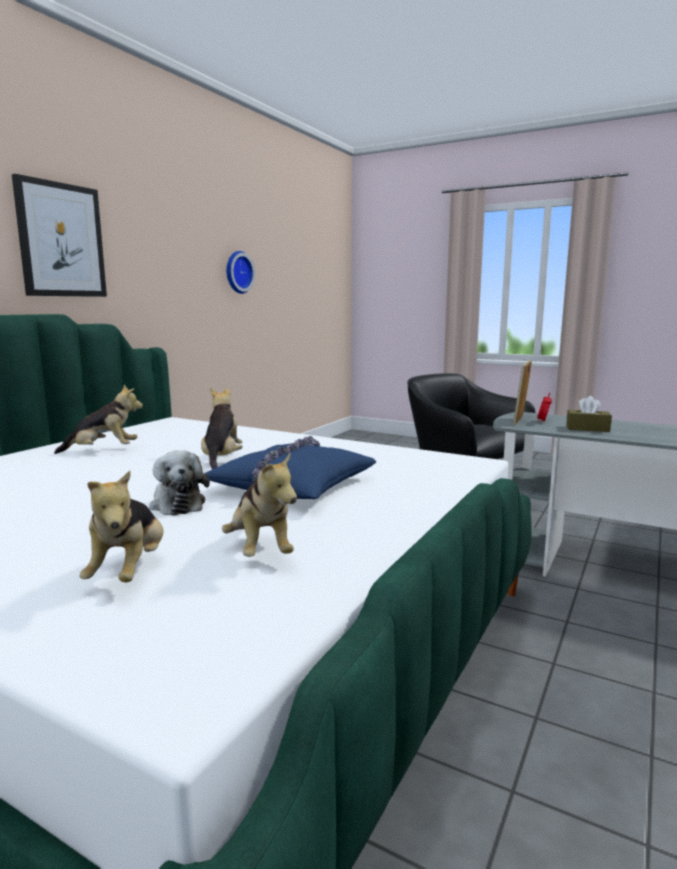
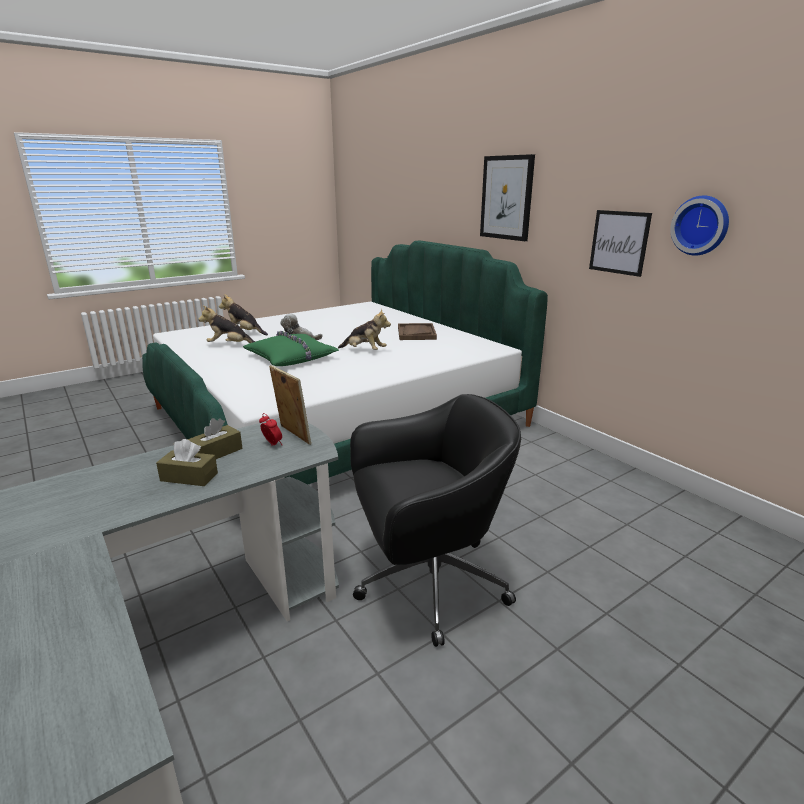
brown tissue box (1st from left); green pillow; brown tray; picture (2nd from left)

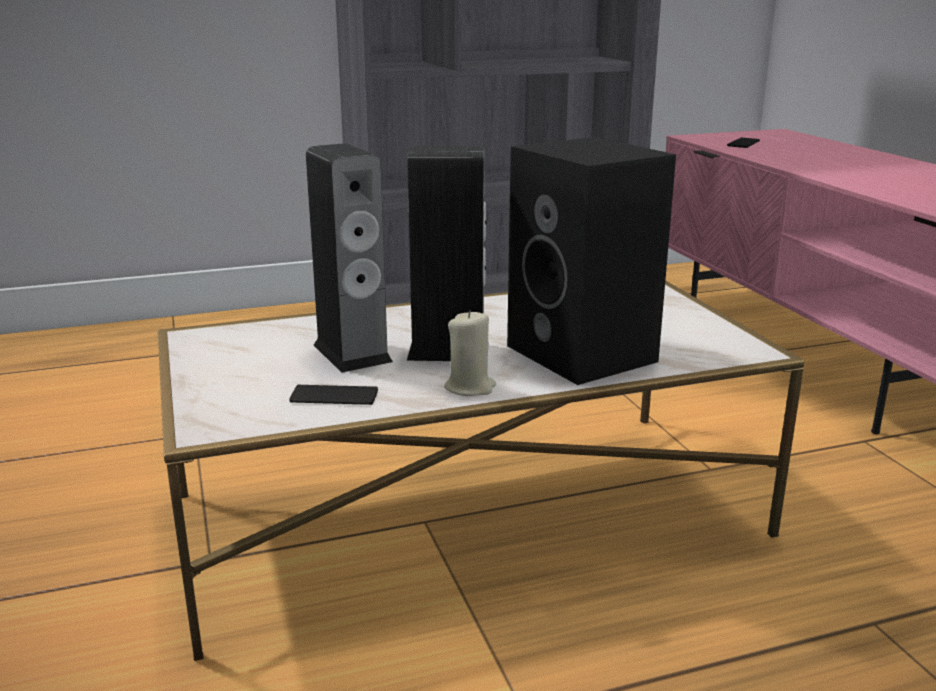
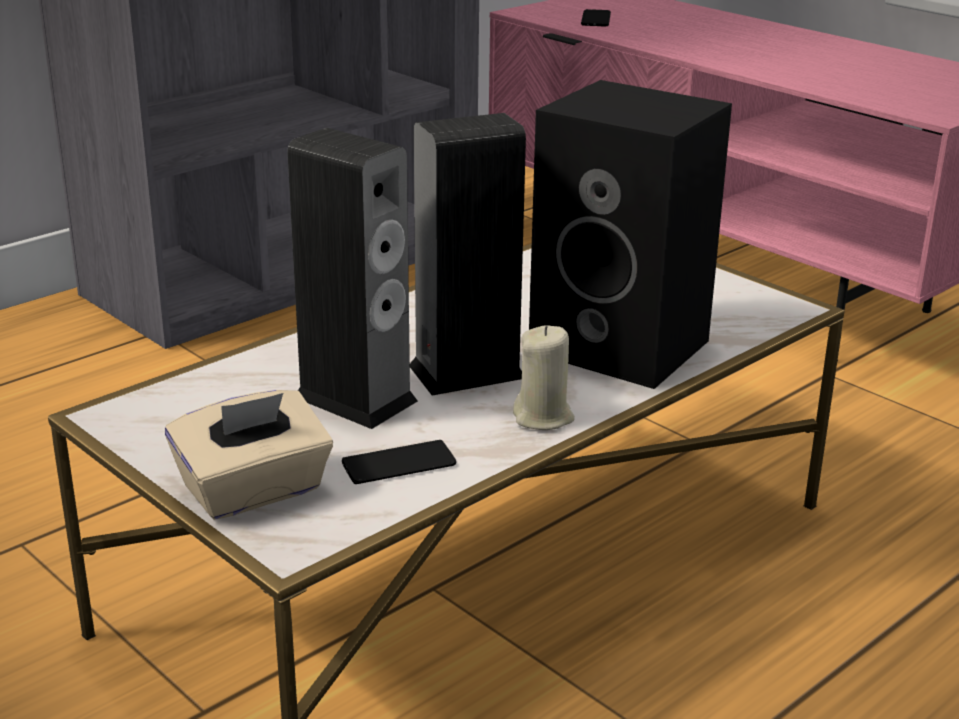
beige tissue box

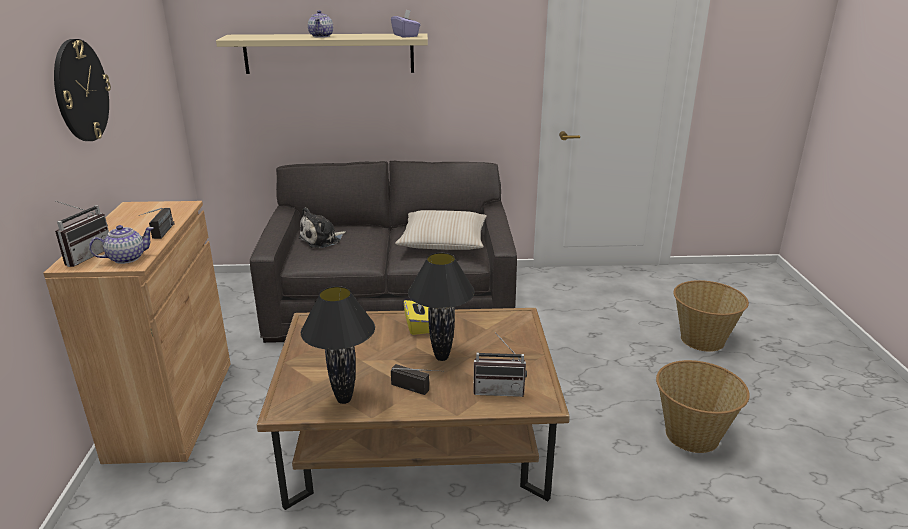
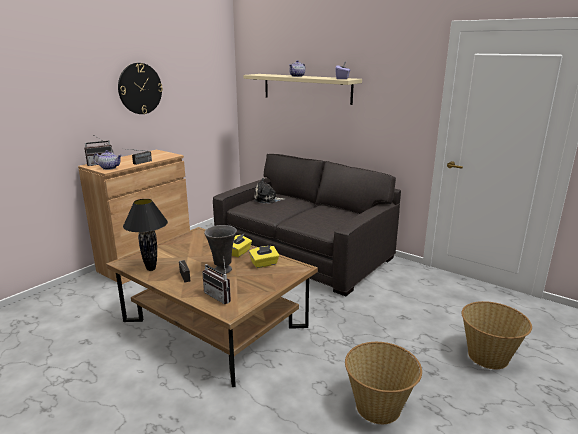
grey vase; yellow tissue box (2nd from left); beige pillow

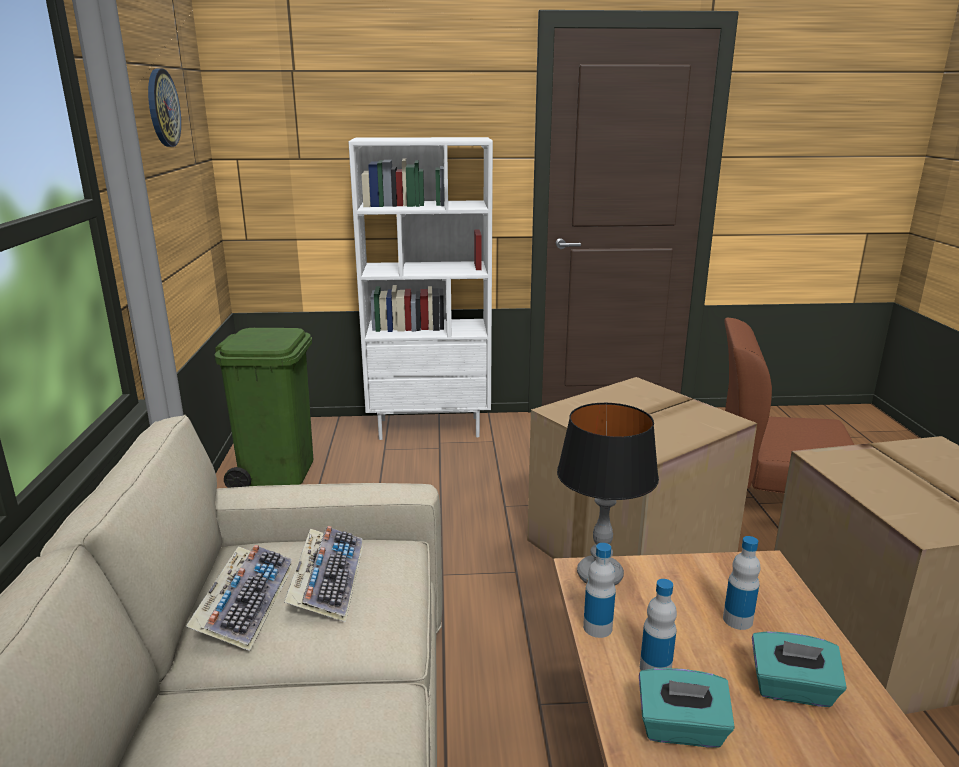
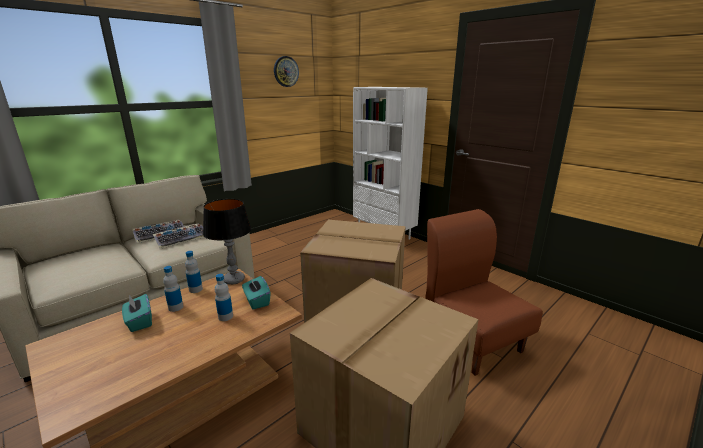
turquoise tissue box (2nd from left); green trash can

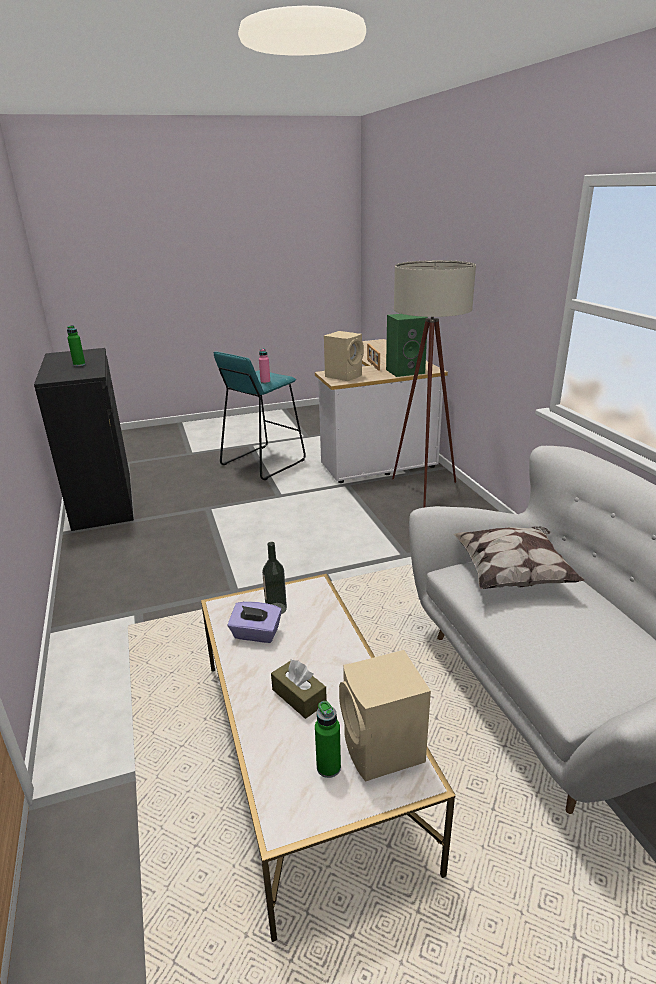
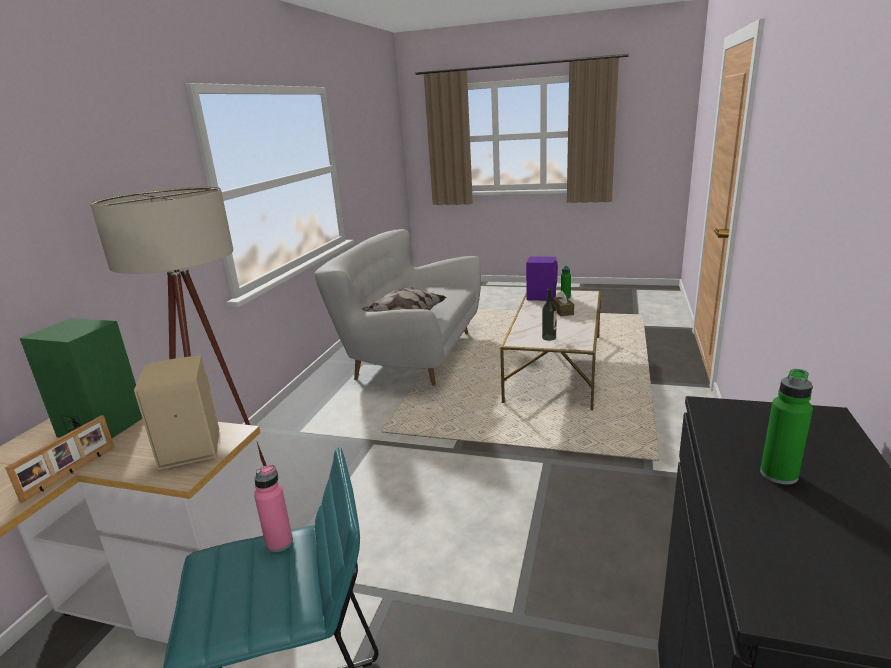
purple speaker; purple tissue box

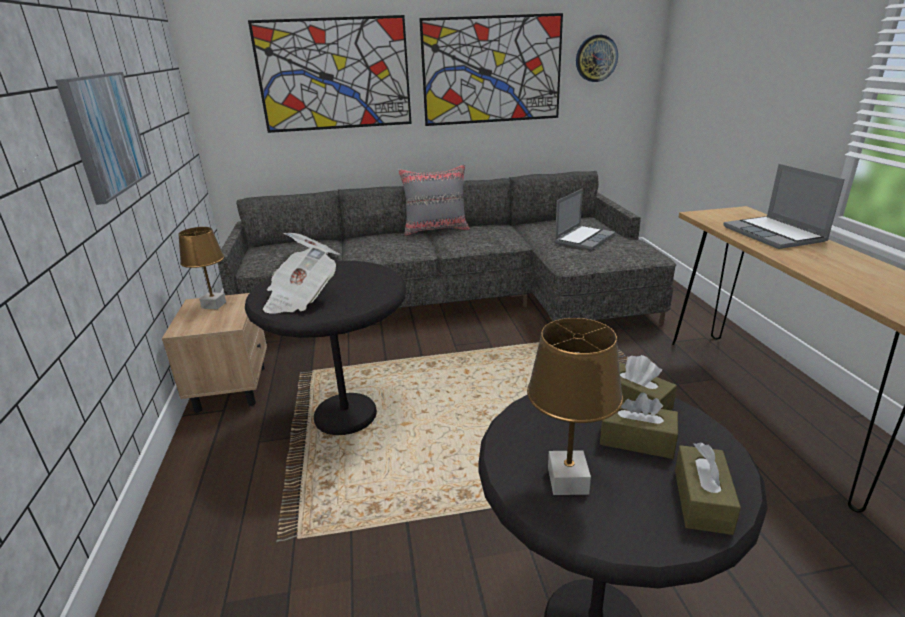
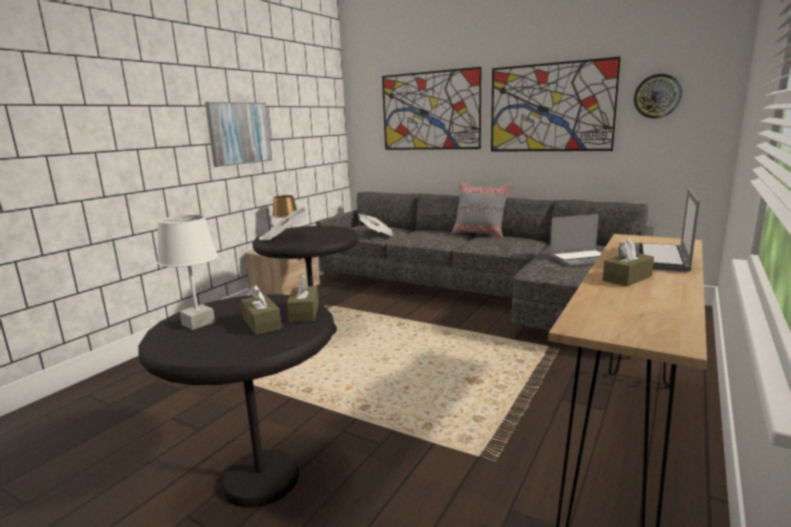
white table lamp; brown tissue box (3rd from left)

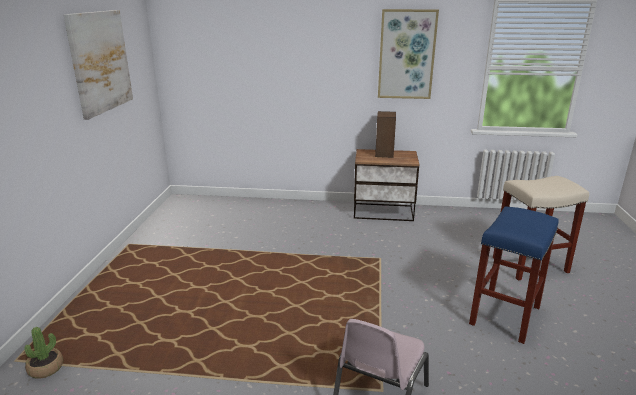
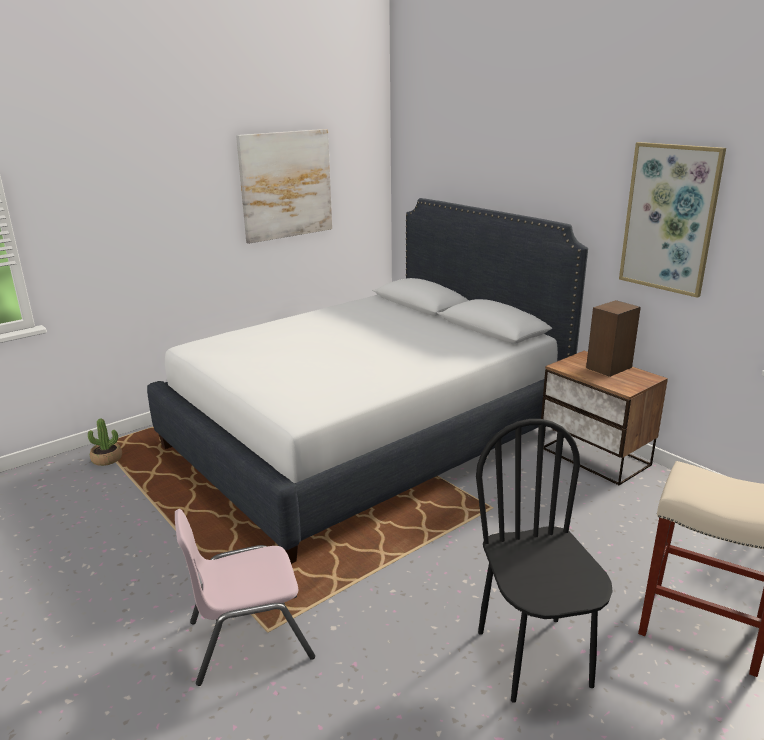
white bed; black chair

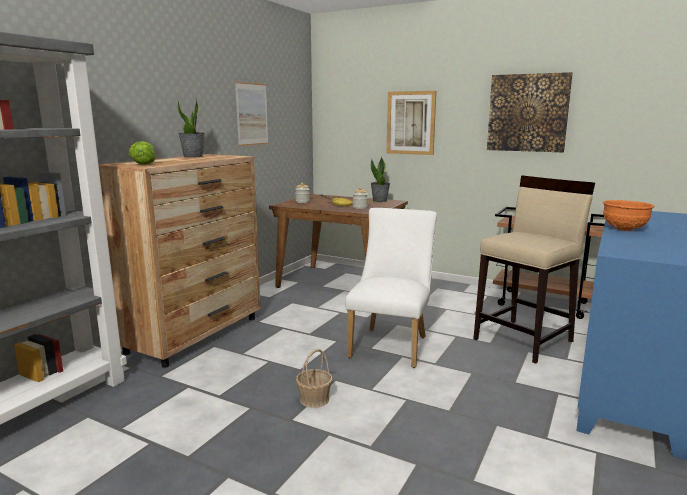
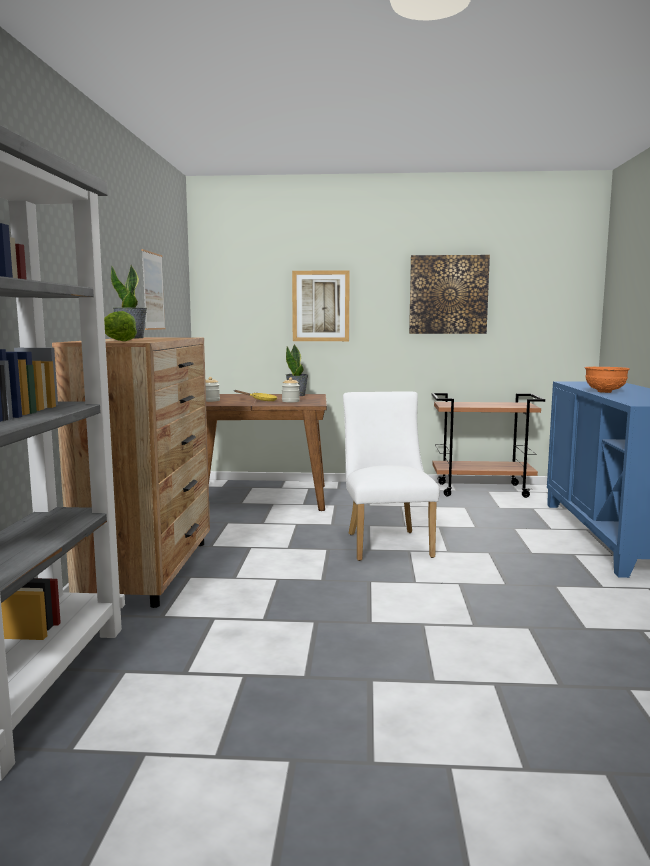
basket; beige stool

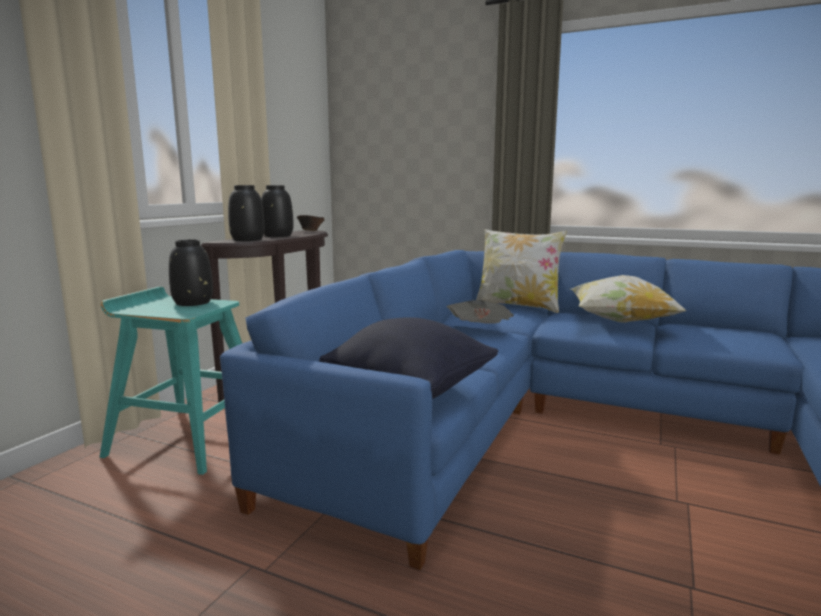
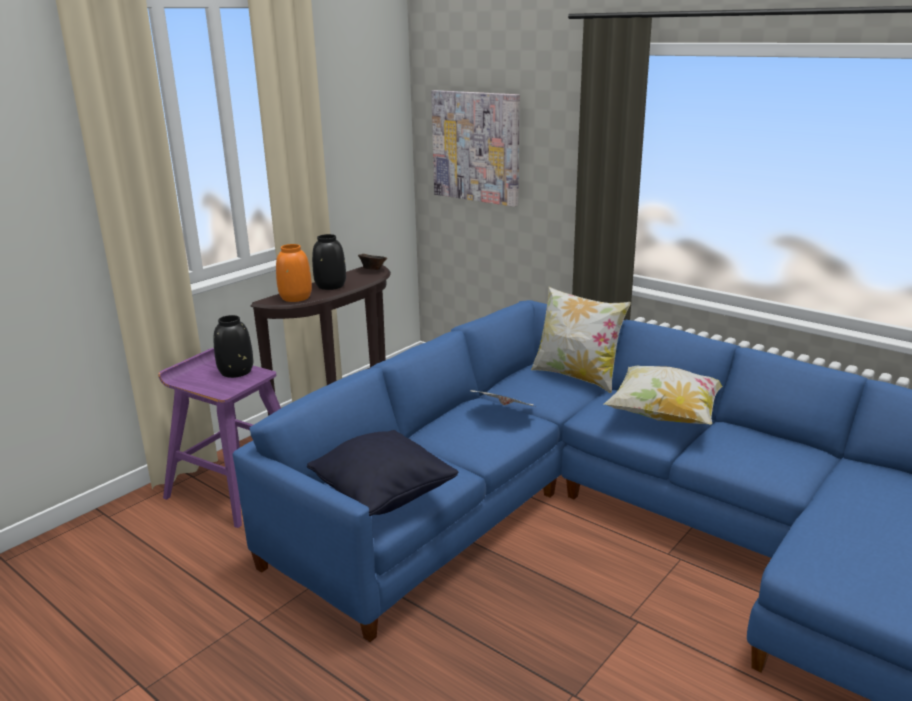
purple stool; orange vase; picture

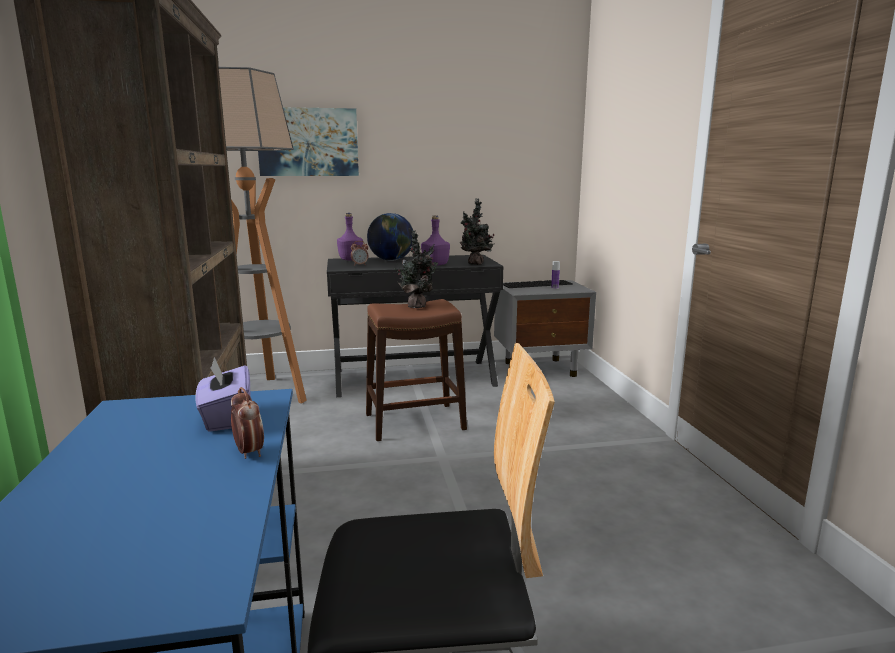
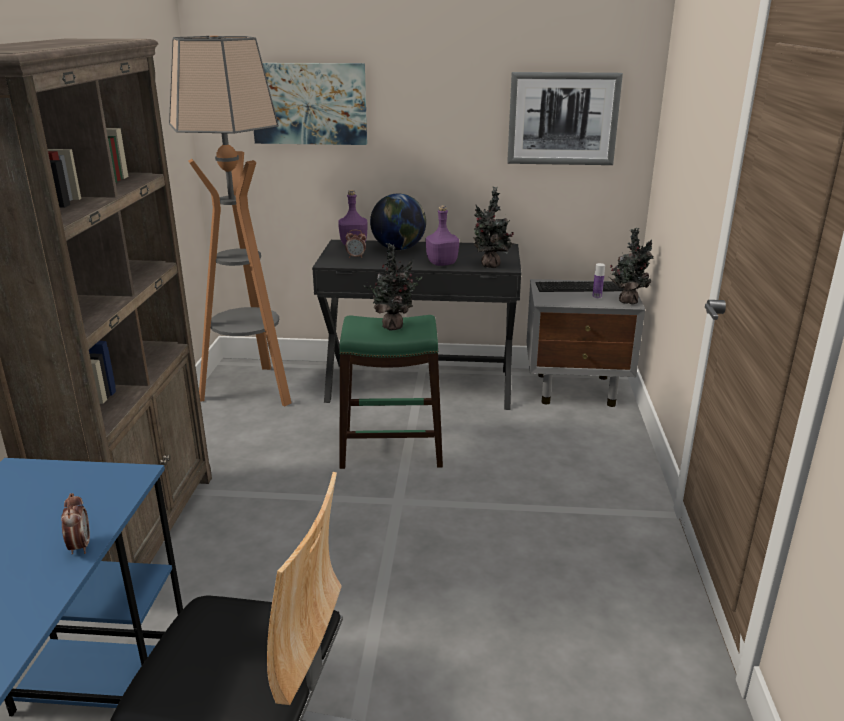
green stool; picture (2nd from left); potted plant (3rd from left); purple tissue box

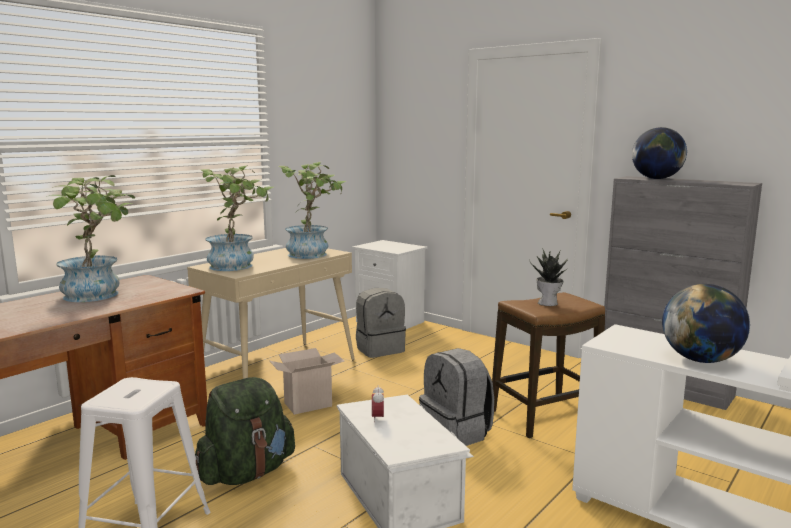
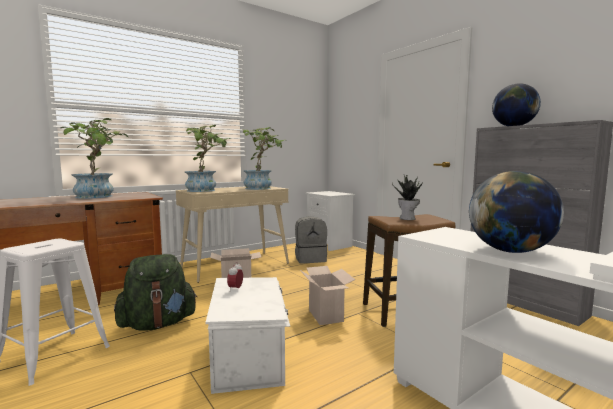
cardboard box (2nd from left)

